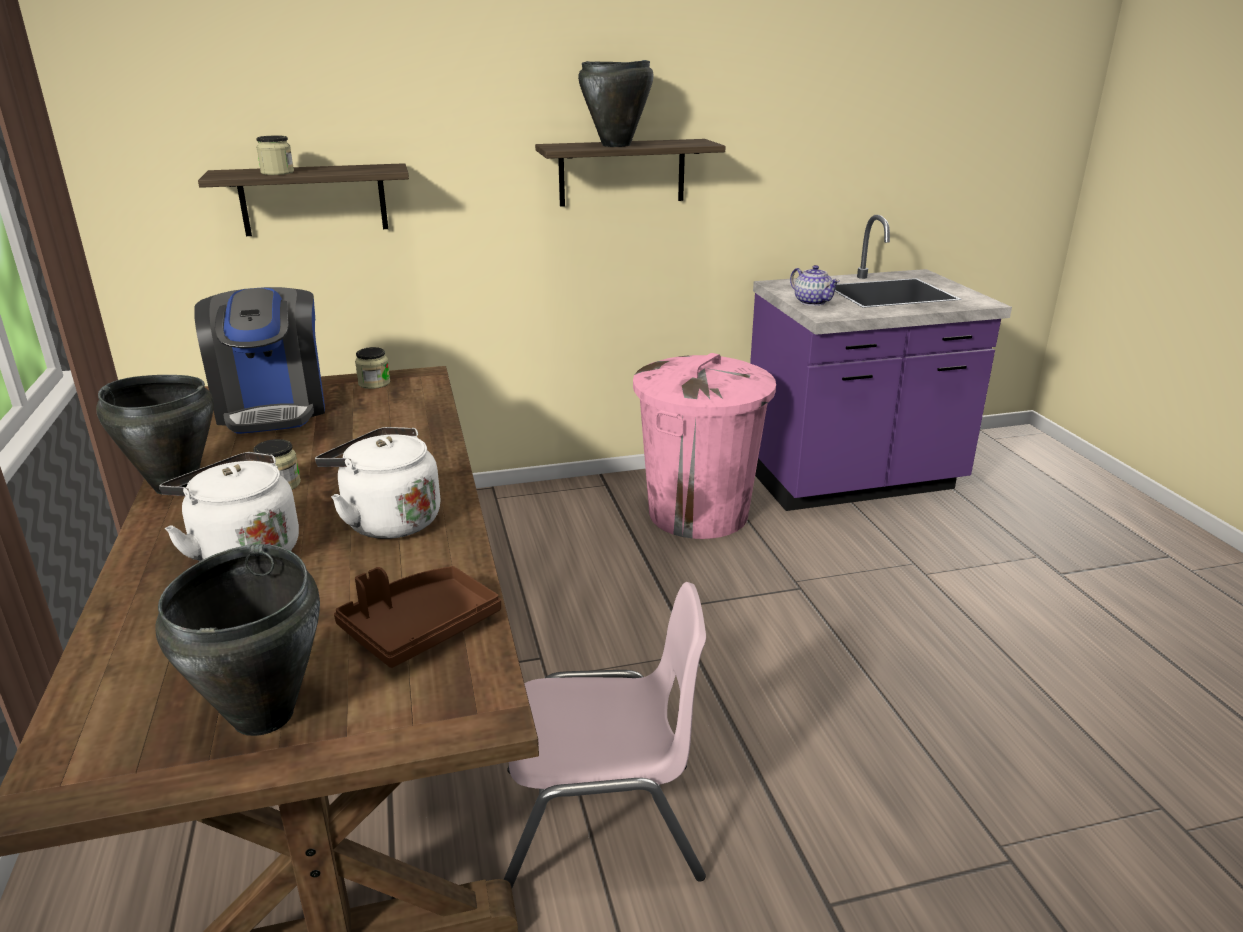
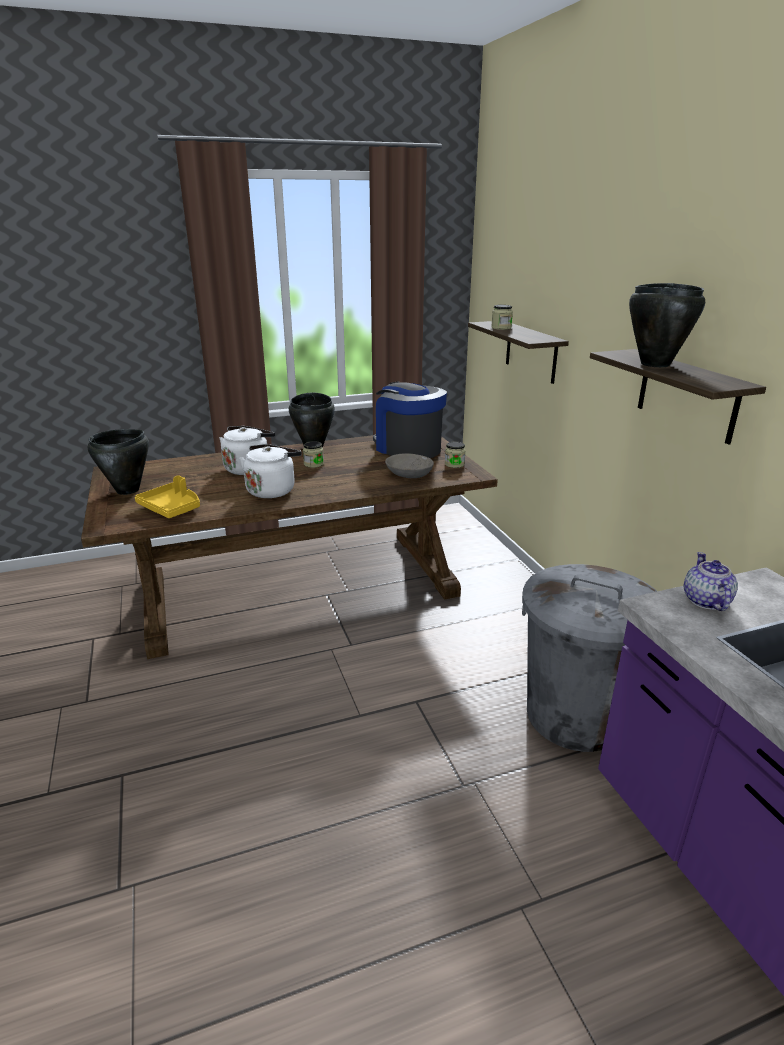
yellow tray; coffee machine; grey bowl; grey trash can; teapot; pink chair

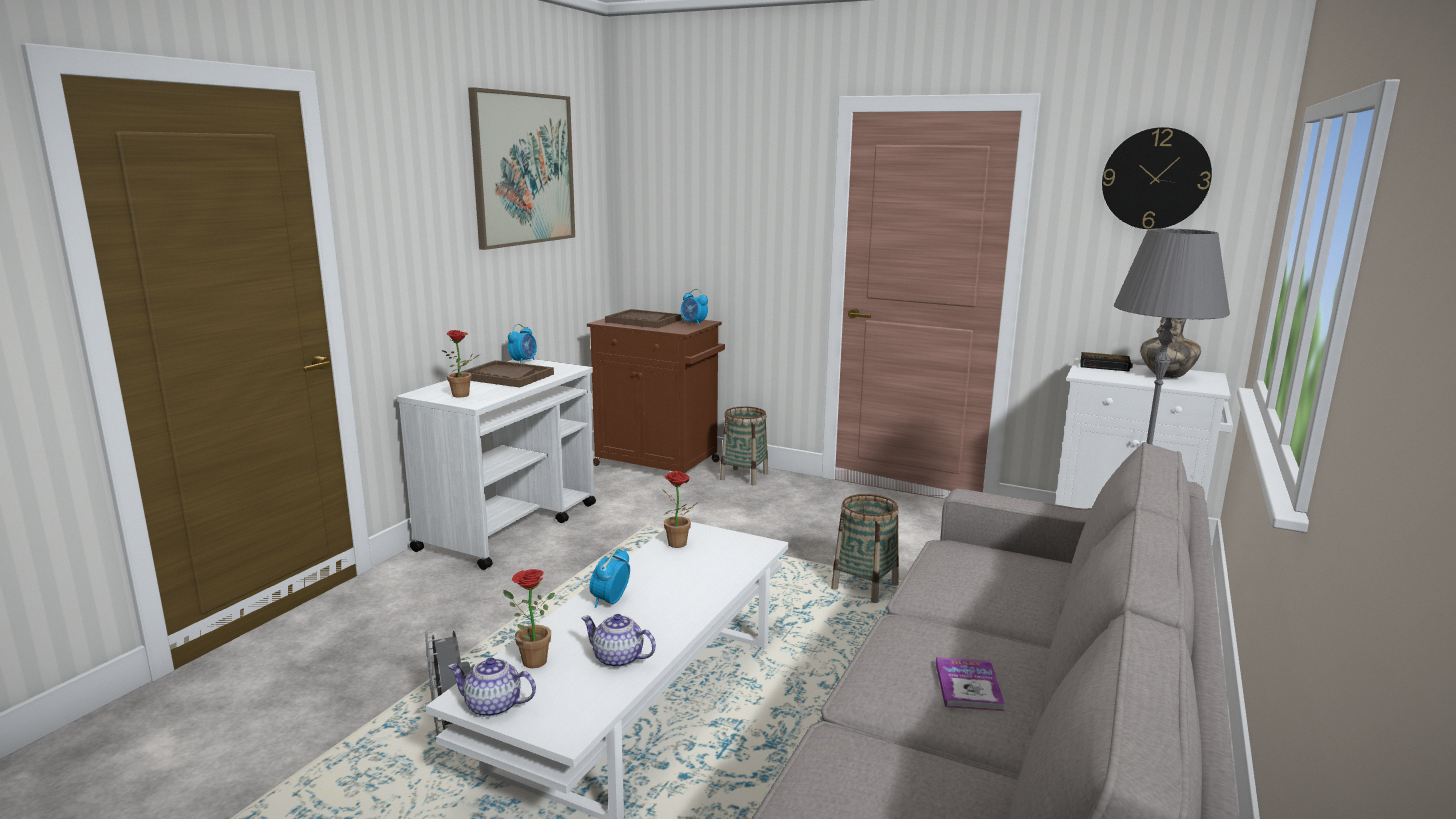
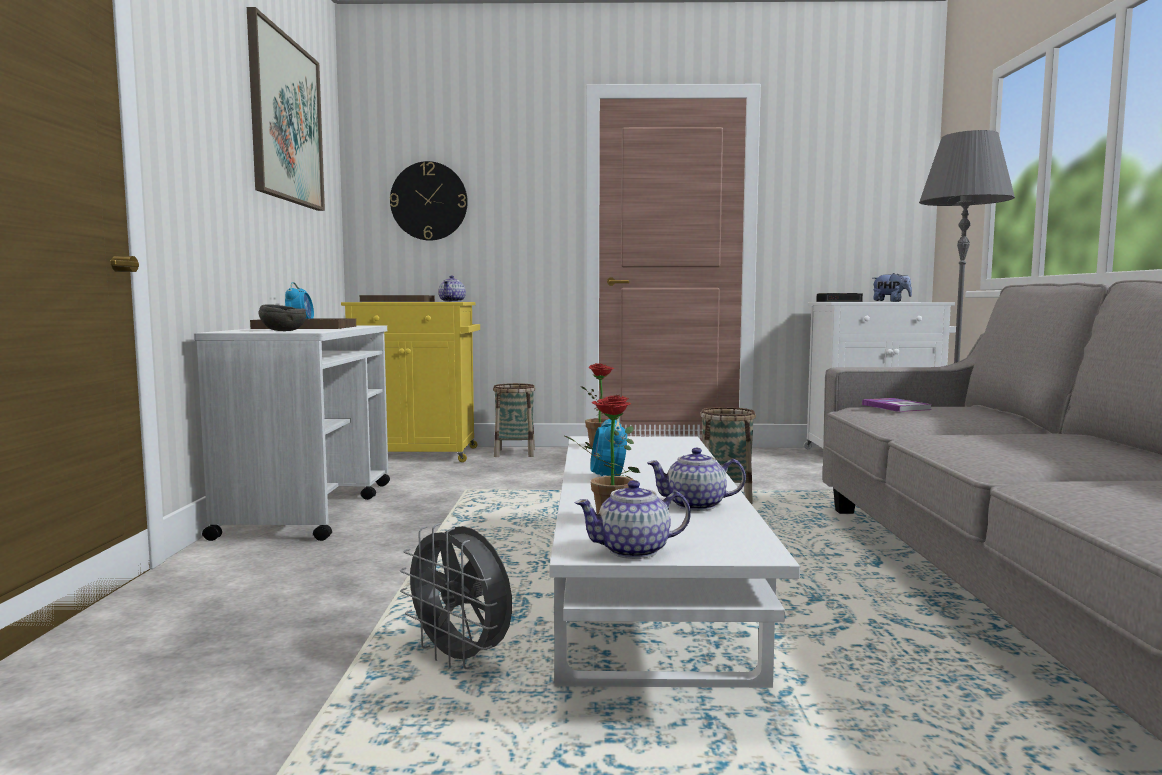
grey bowl; yellow cabinet; wall clock; teapot (1st from left); book; plush toy

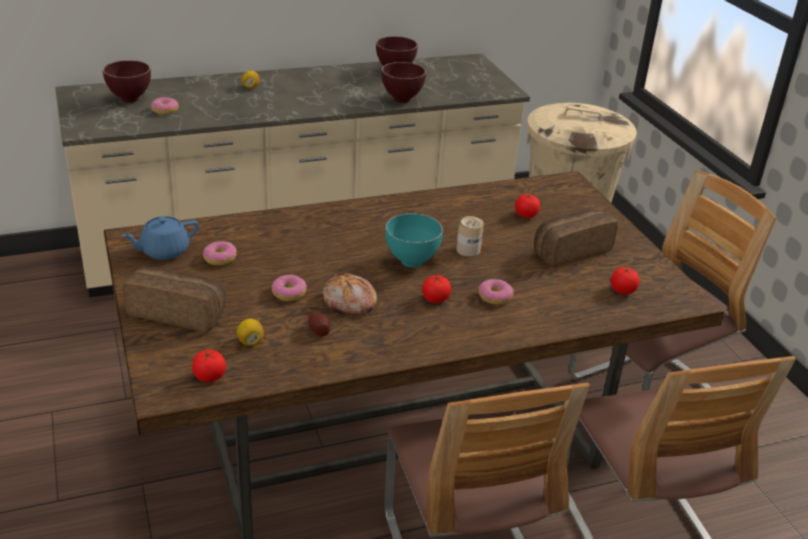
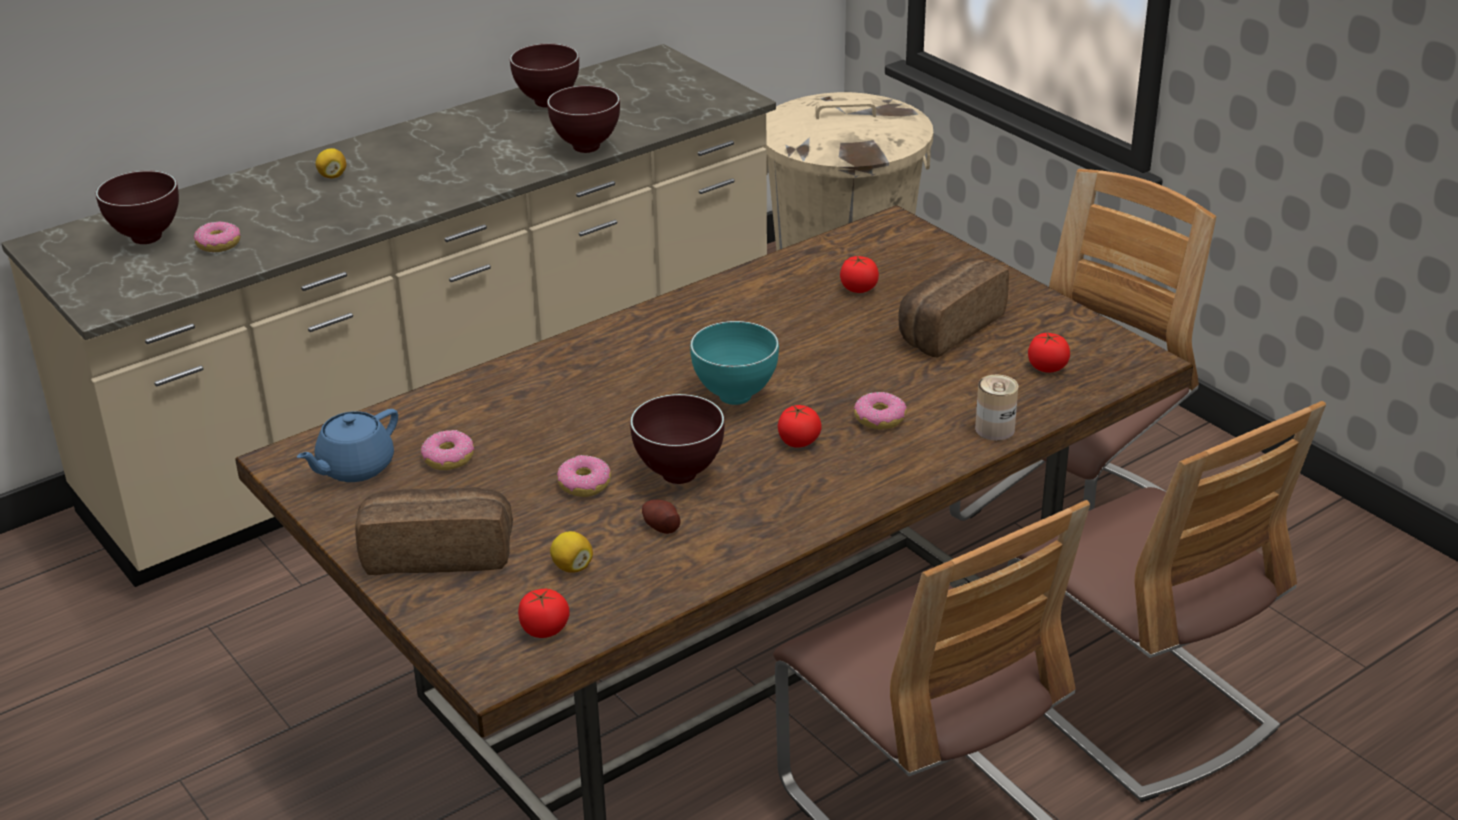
brown bowl (4th from left); can

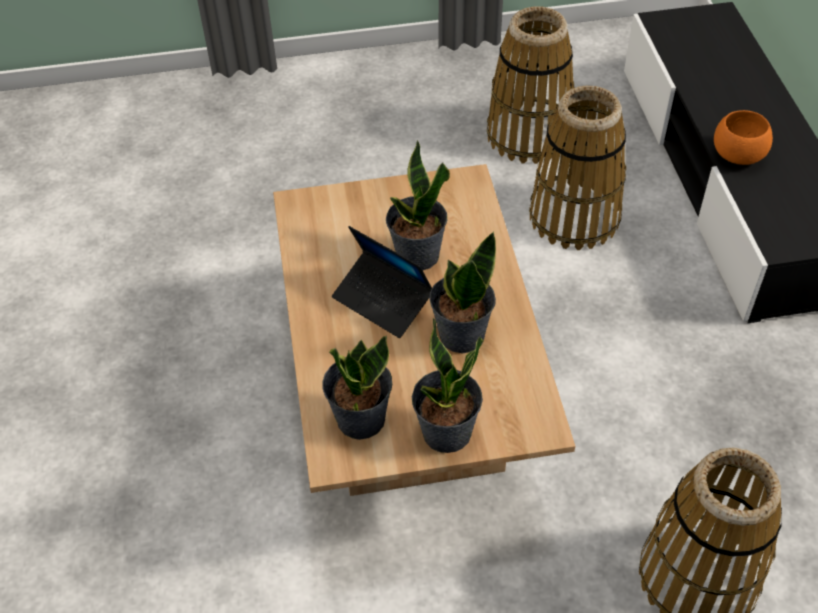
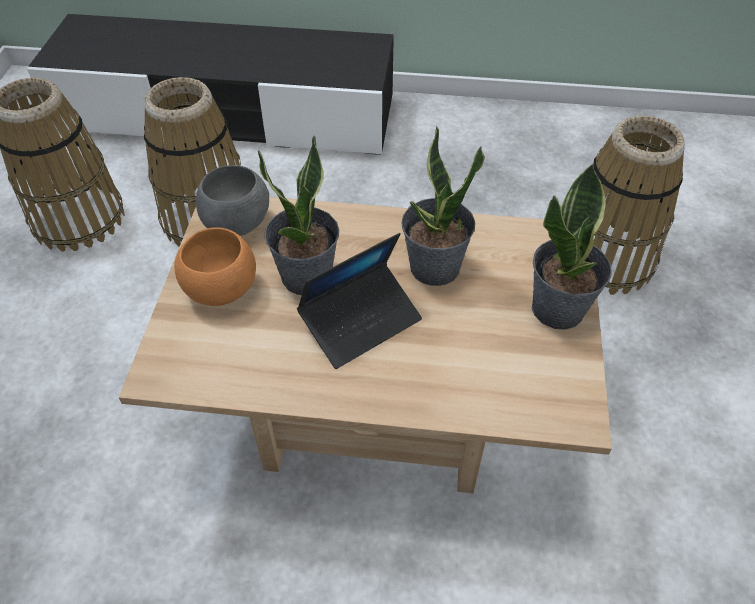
orange bowl; grey bowl; potted plant (1st from left in the first image)

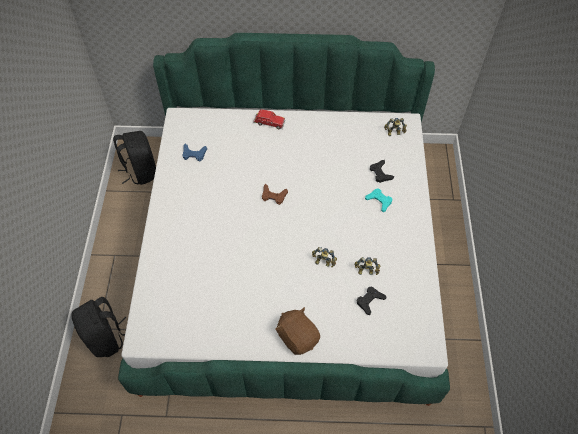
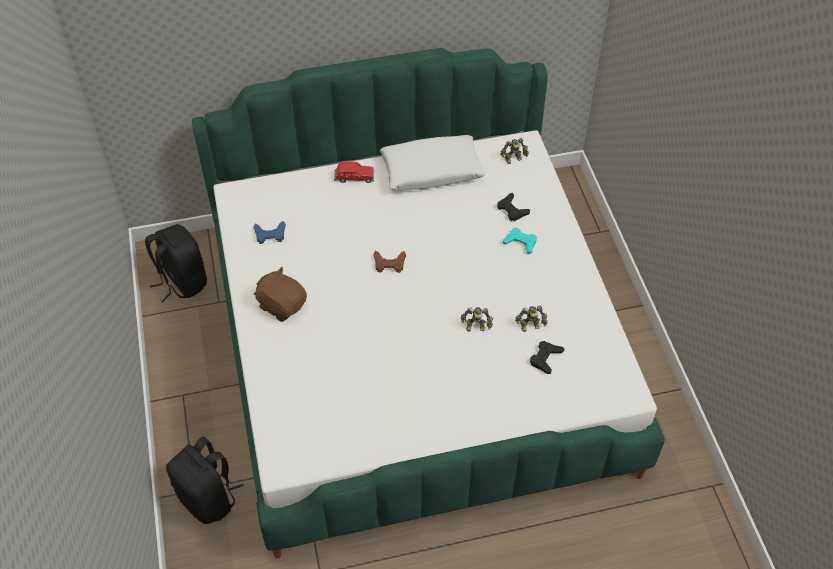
brown plush toy; white pillow

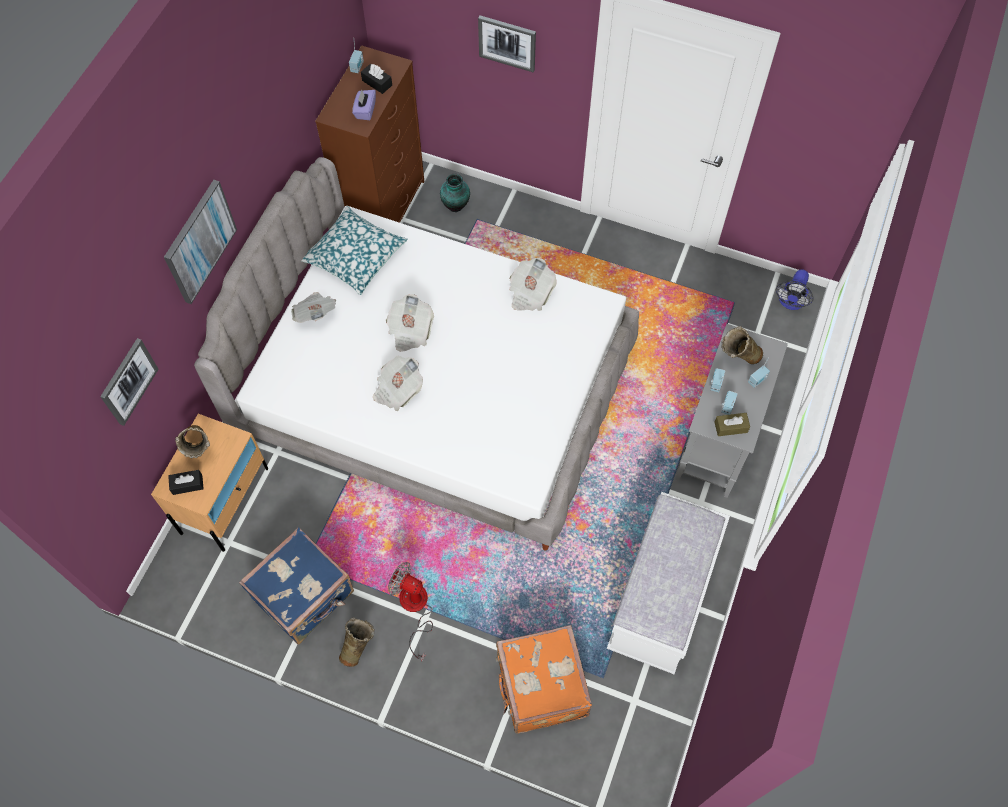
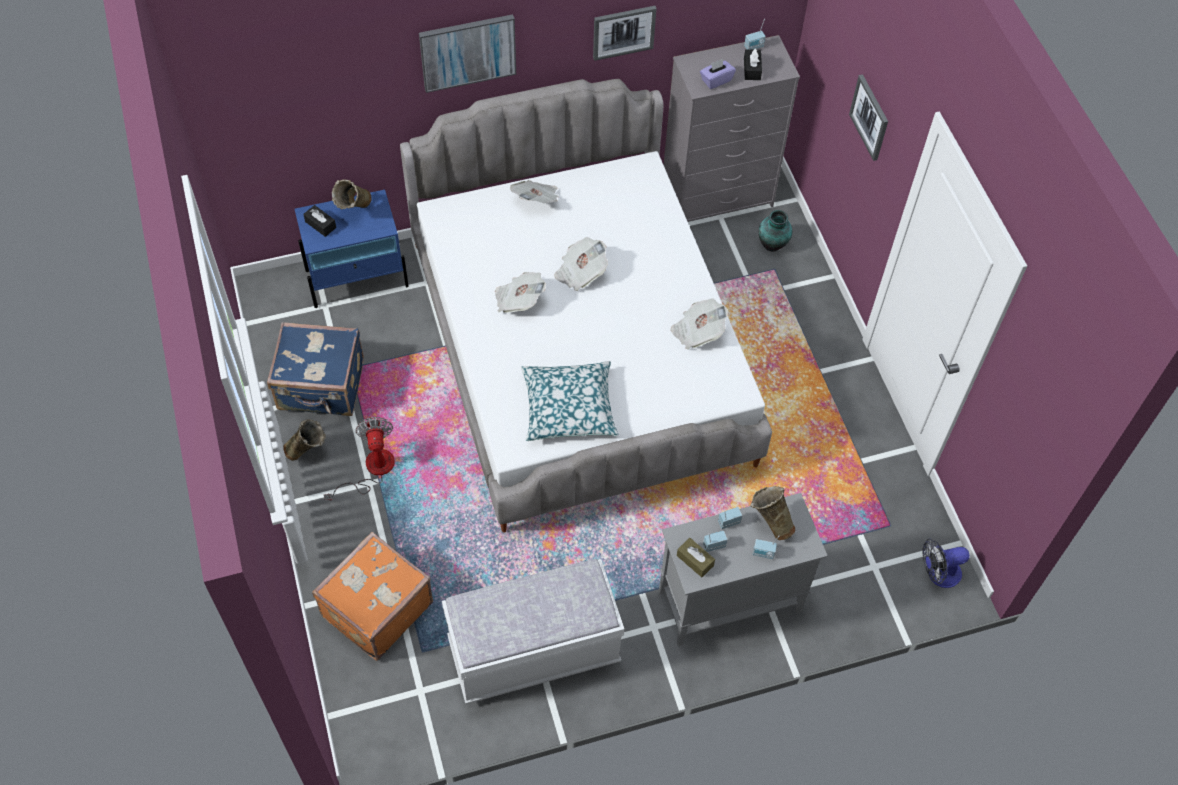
blue nightstand; pillow; picture (2nd from left); grey dresser

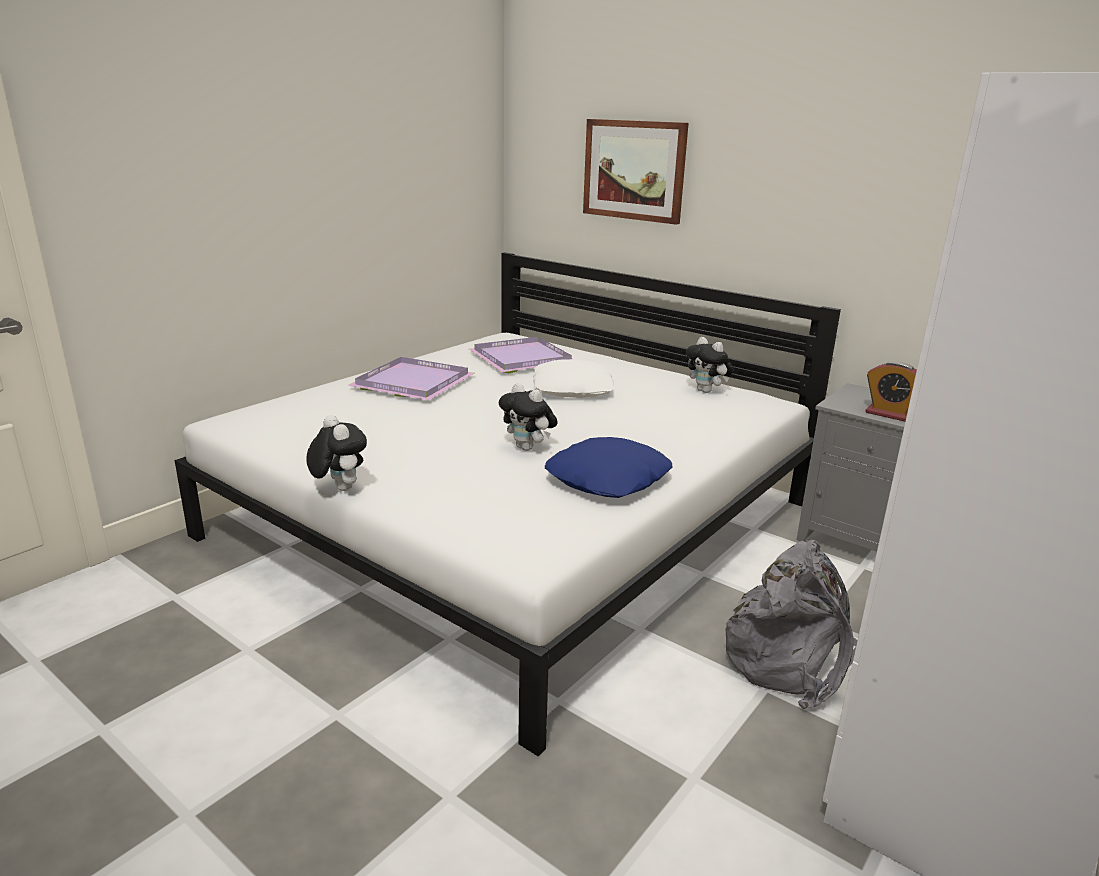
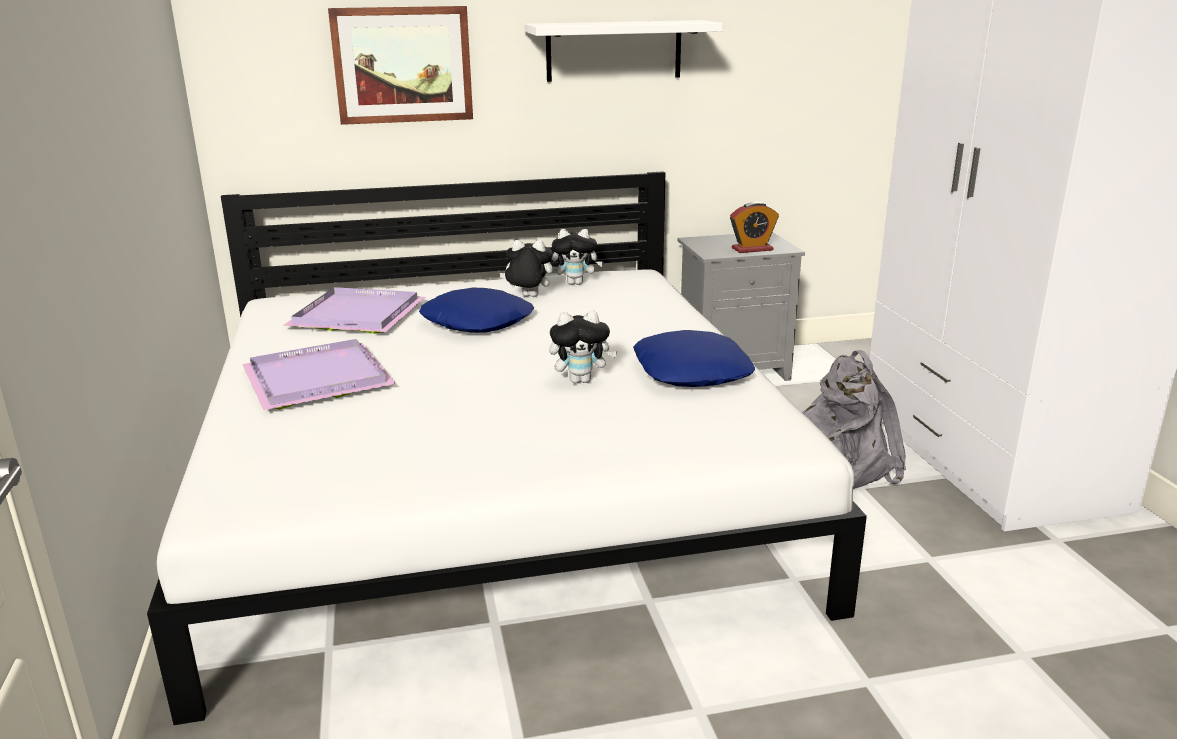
blue pillow (1st from left); plush toy (1st from left); white shelf

